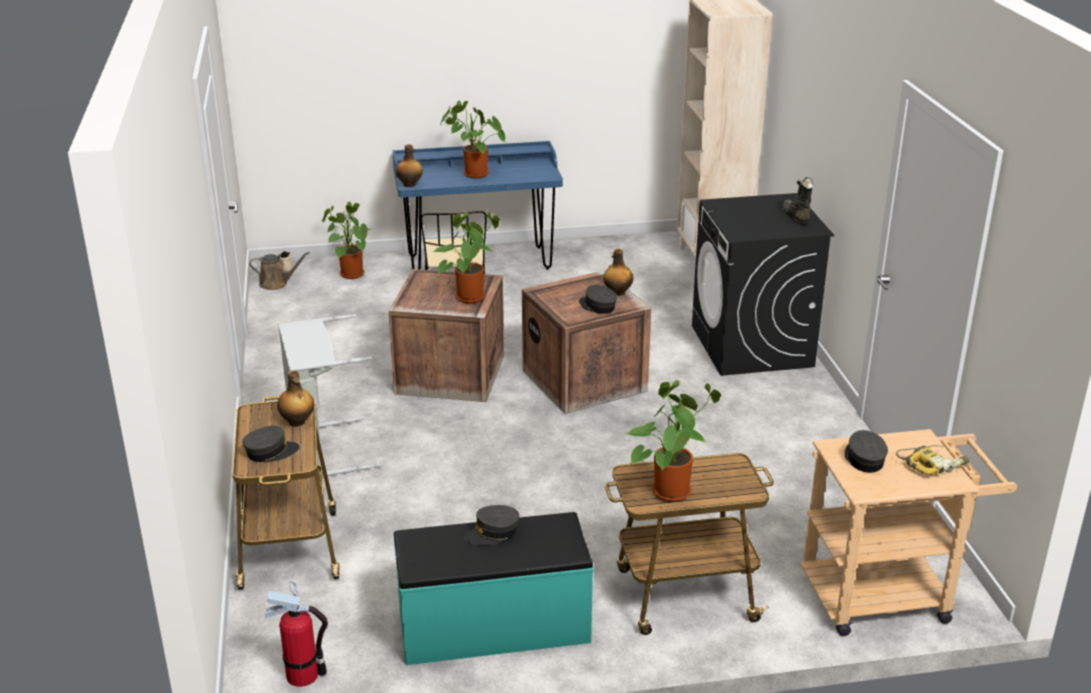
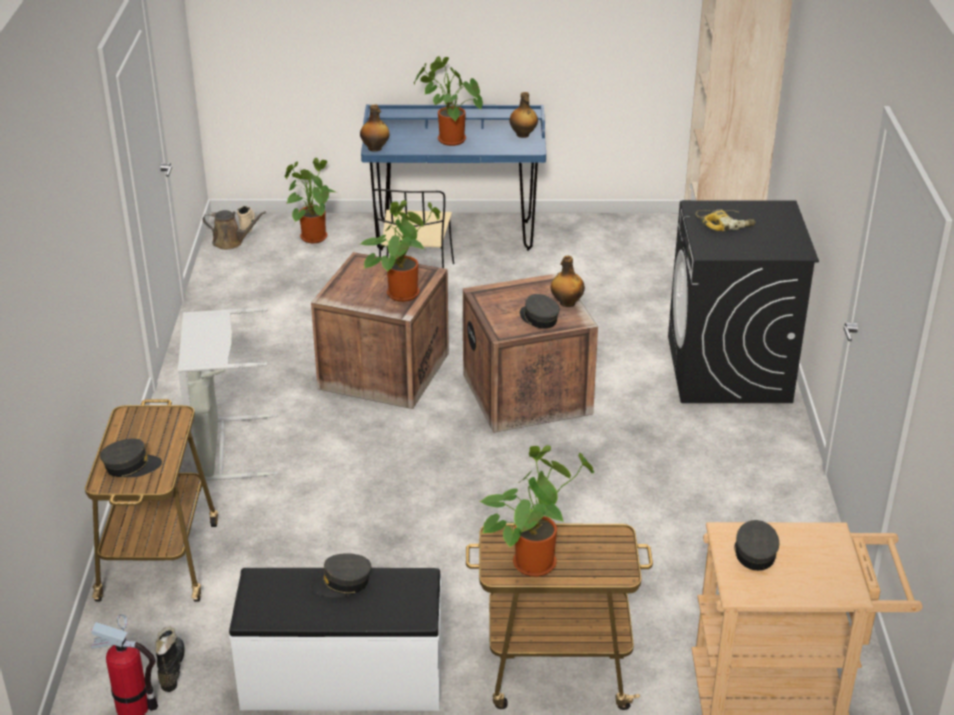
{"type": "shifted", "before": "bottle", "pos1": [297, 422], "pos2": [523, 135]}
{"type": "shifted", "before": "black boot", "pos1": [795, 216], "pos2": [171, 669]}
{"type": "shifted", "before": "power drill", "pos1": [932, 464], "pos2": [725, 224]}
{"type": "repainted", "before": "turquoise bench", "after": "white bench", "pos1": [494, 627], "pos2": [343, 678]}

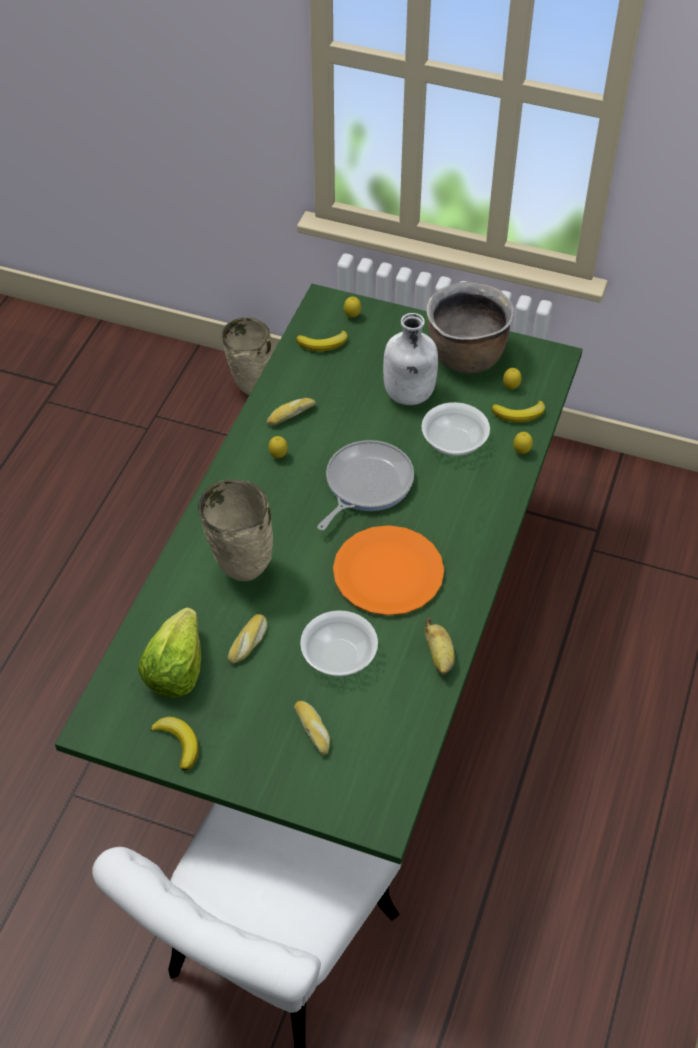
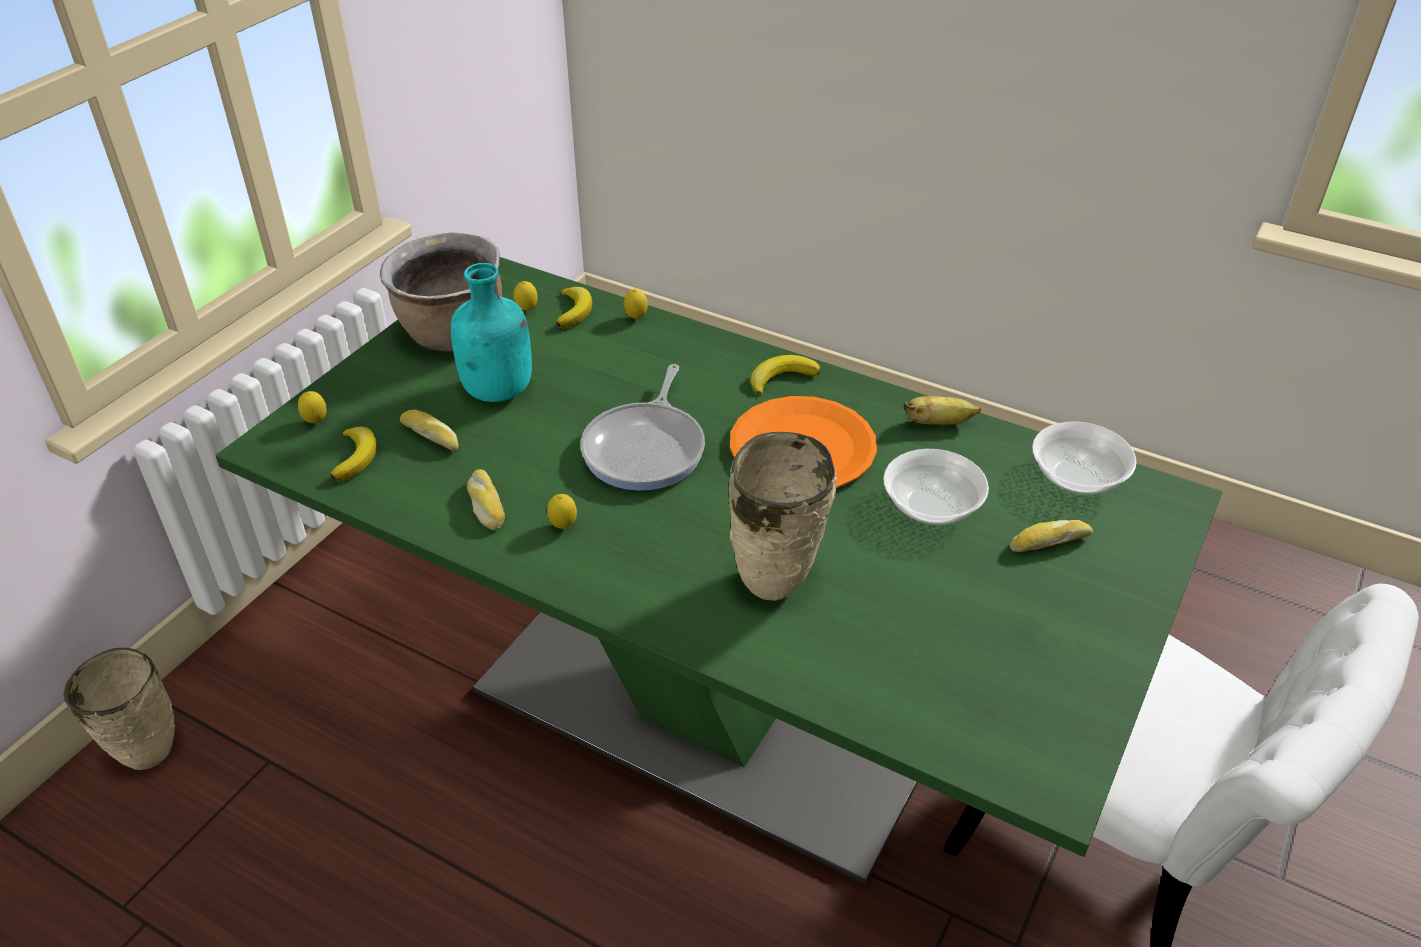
{"type": "gone", "before": "lettuce", "pos1": [176, 669]}
{"type": "shifted", "before": "banana", "pos1": [178, 743], "pos2": [781, 378]}
{"type": "shifted", "before": "bread", "pos1": [249, 643], "pos2": [432, 436]}
{"type": "shifted", "before": "bowl", "pos1": [454, 441], "pos2": [1077, 476]}
{"type": "repainted", "before": "white bottle", "after": "turquoise bottle", "pos1": [408, 395], "pos2": [499, 391]}
{"type": "rotated", "before": "frying pan", "pos1": [365, 484], "pos2": [646, 448], "turn": -120}

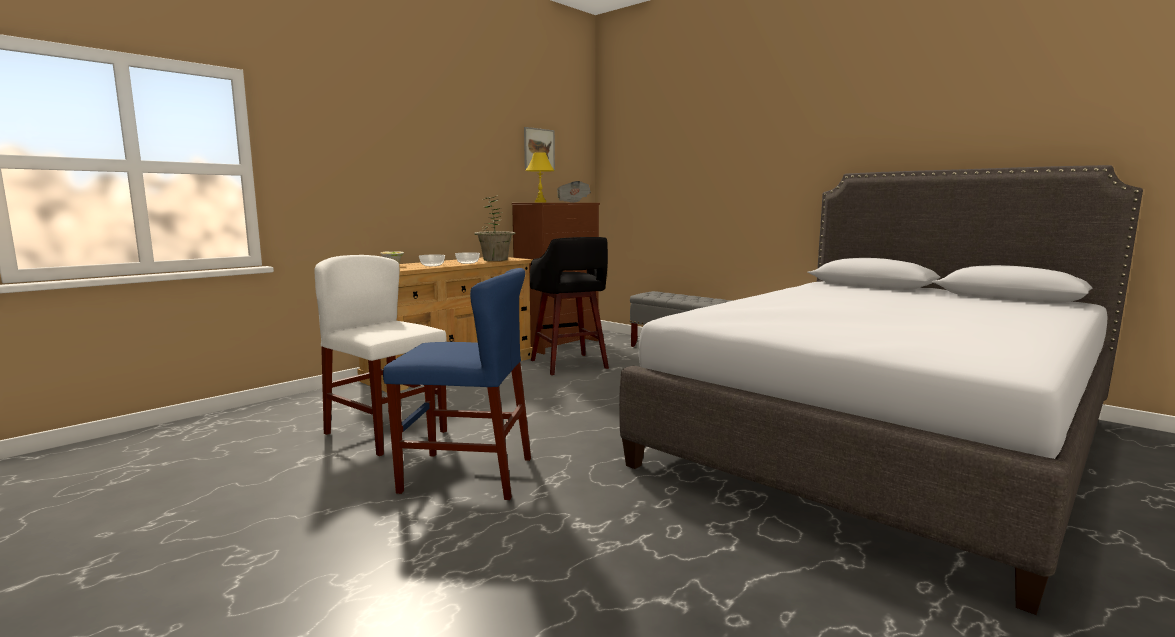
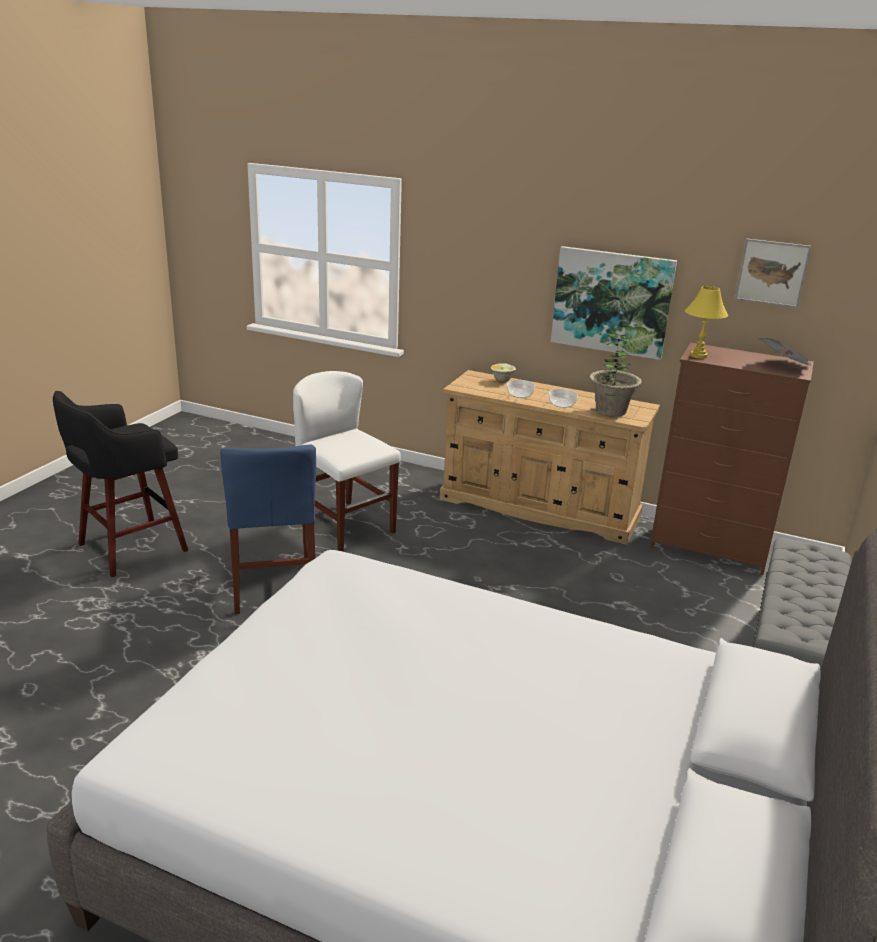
{"type": "new", "after": "picture", "pos2": [612, 302]}
{"type": "shifted", "before": "black stool", "pos1": [569, 365], "pos2": [129, 548]}
{"type": "rotated", "before": "white chair", "pos1": [386, 432], "pos2": [344, 527], "turn": -60}

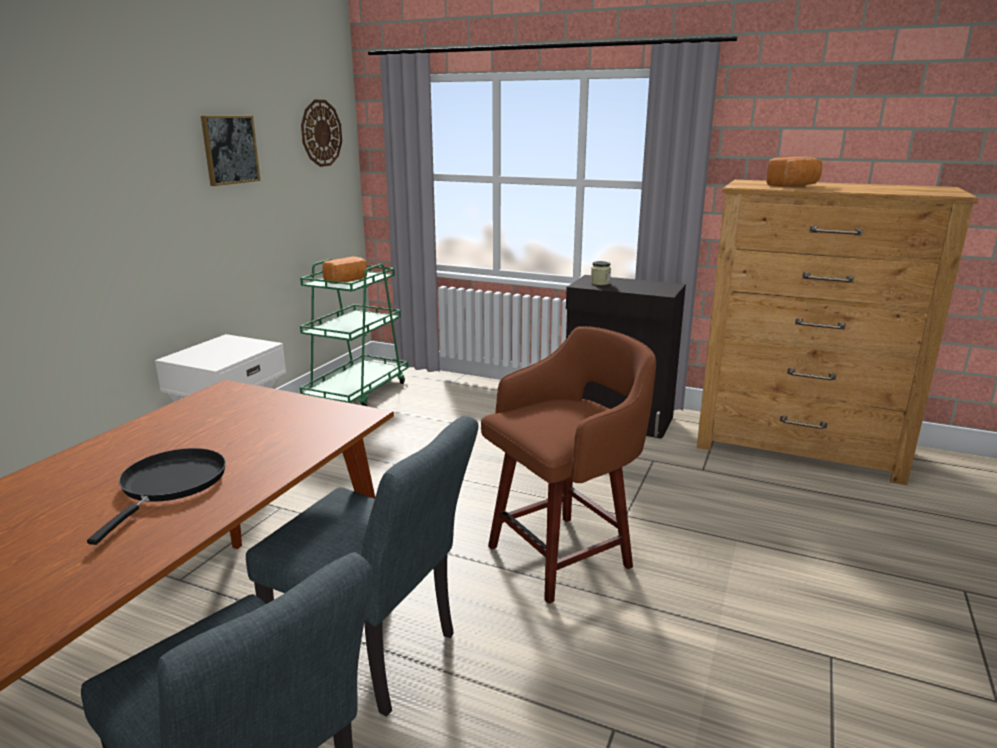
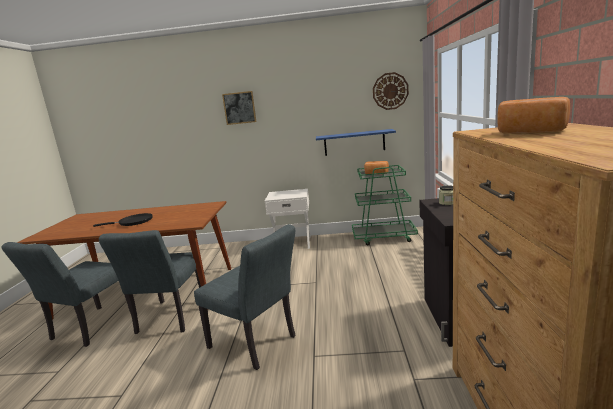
{"type": "new", "after": "blue shelf", "pos2": [354, 142]}
{"type": "shifted", "before": "picture", "pos1": [230, 149], "pos2": [239, 108]}
{"type": "swapped", "before": "brown stool", "after": "grey chair", "pos1": [563, 555], "pos2": [257, 344]}

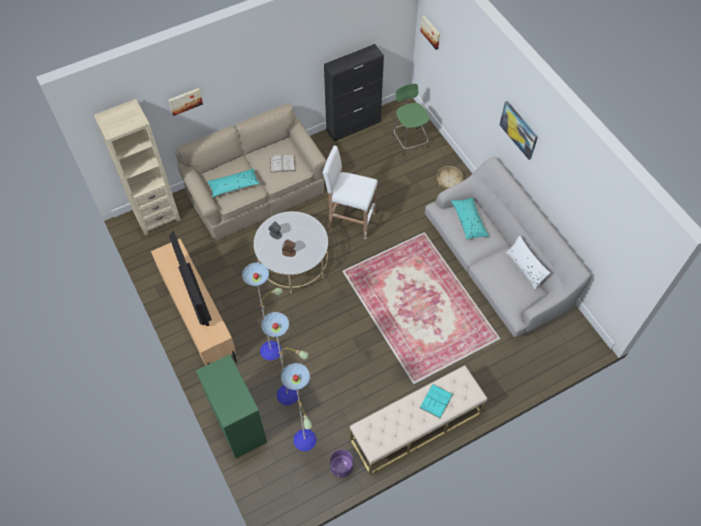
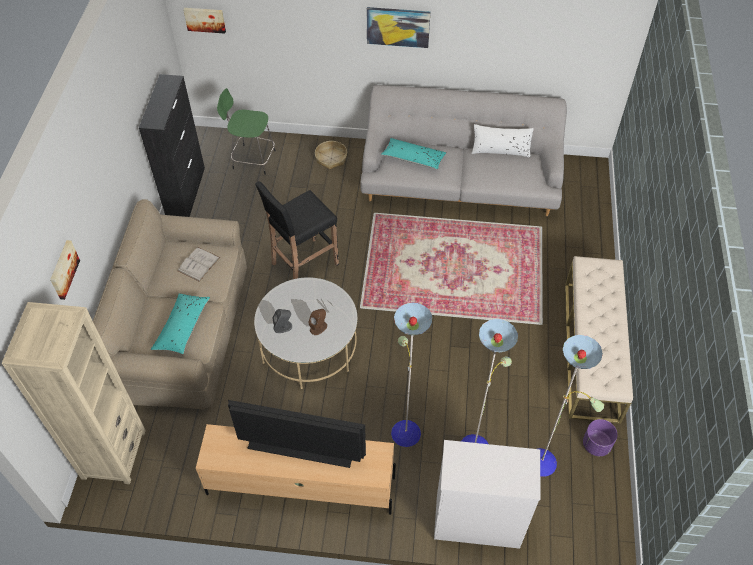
{"type": "gone", "before": "turquoise book", "pos1": [436, 401]}
{"type": "repainted", "before": "green dresser", "after": "white dresser", "pos1": [238, 423], "pos2": [476, 520]}
{"type": "repainted", "before": "white stool", "after": "black stool", "pos1": [350, 220], "pos2": [303, 264]}

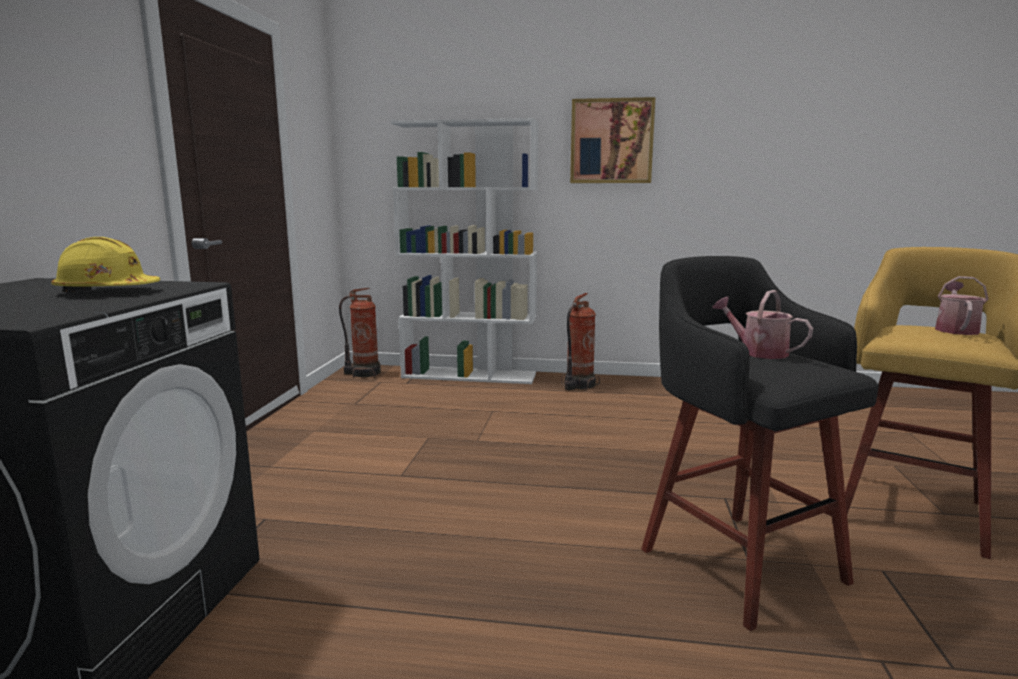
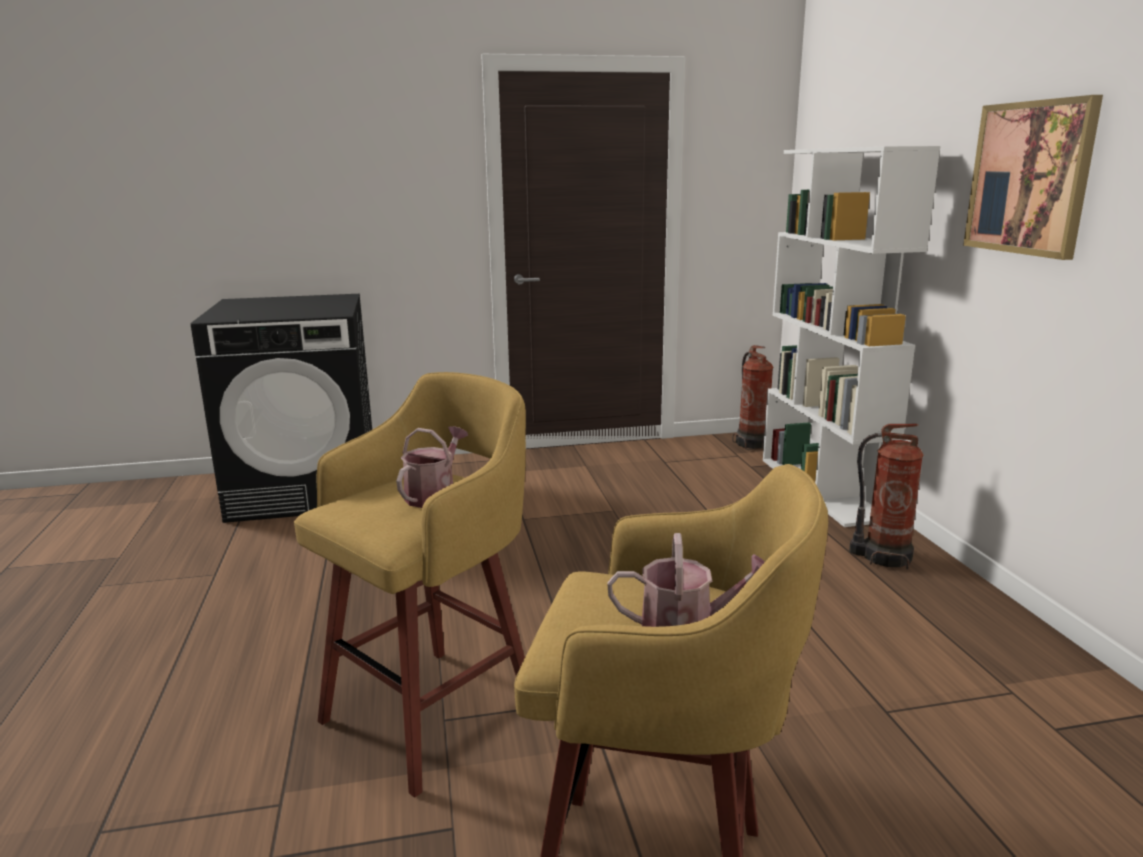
{"type": "gone", "before": "yellow hard hat", "pos1": [107, 291]}
{"type": "repainted", "before": "black stool", "after": "yellow stool", "pos1": [737, 562], "pos2": [435, 712]}

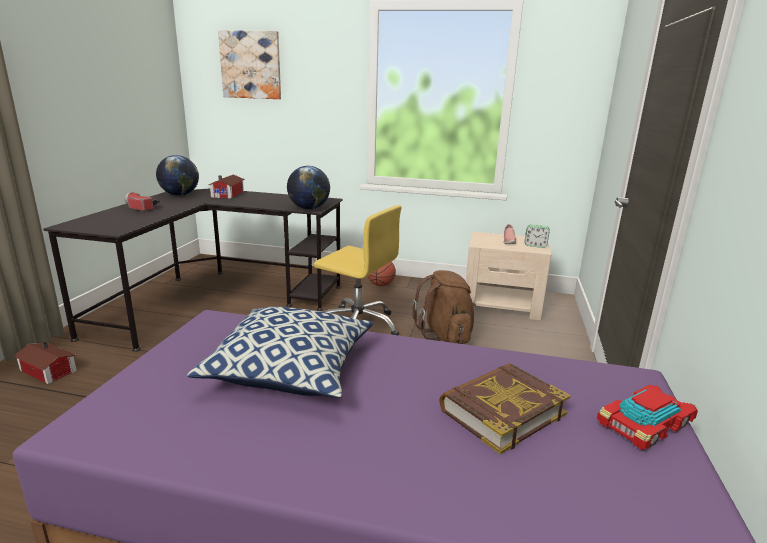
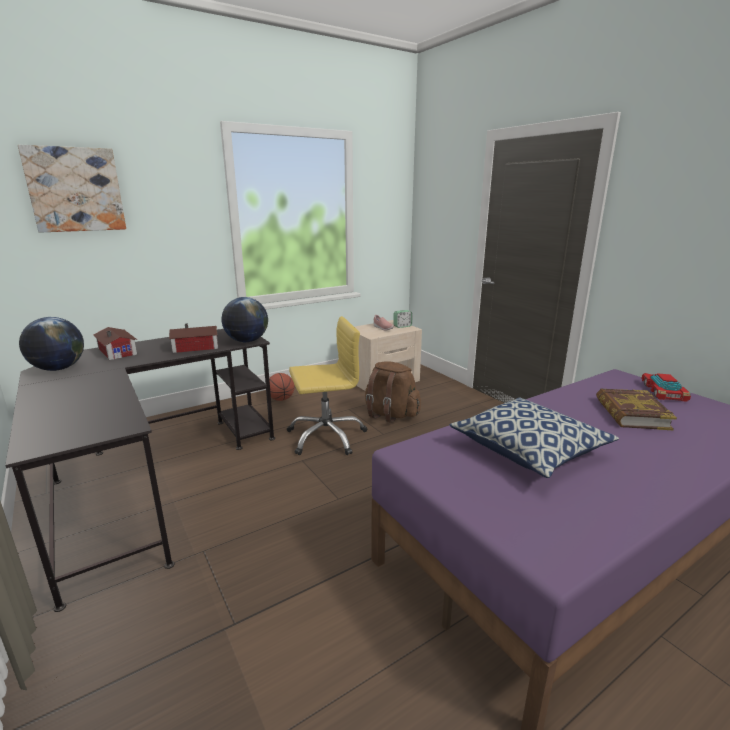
{"type": "gone", "before": "flashlight", "pos1": [140, 207]}
{"type": "shifted", "before": "toy house", "pos1": [47, 371], "pos2": [197, 347]}

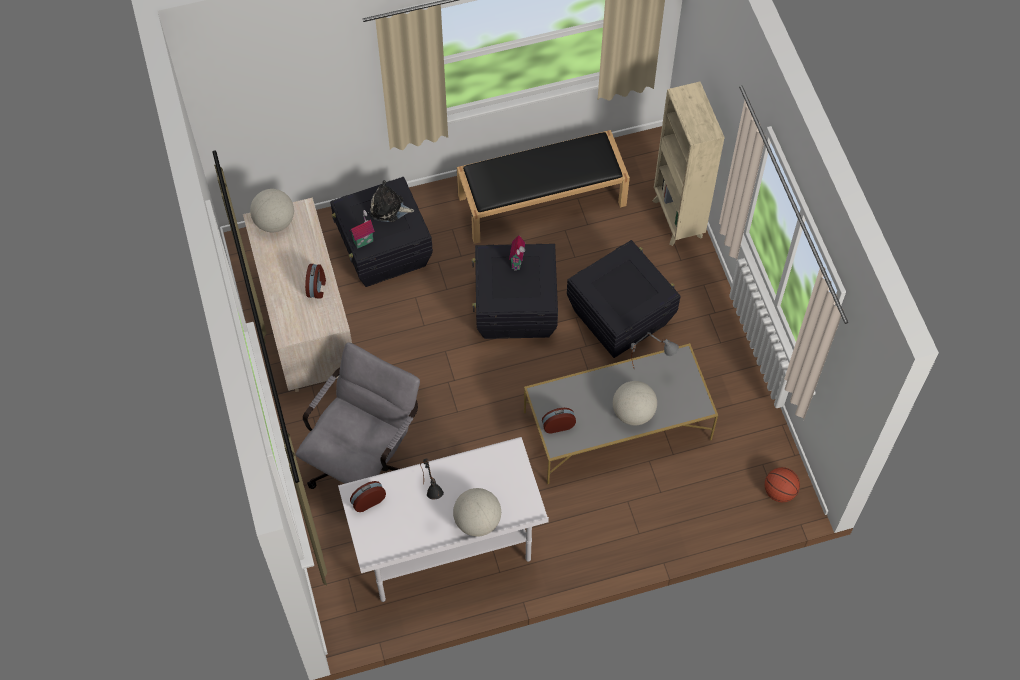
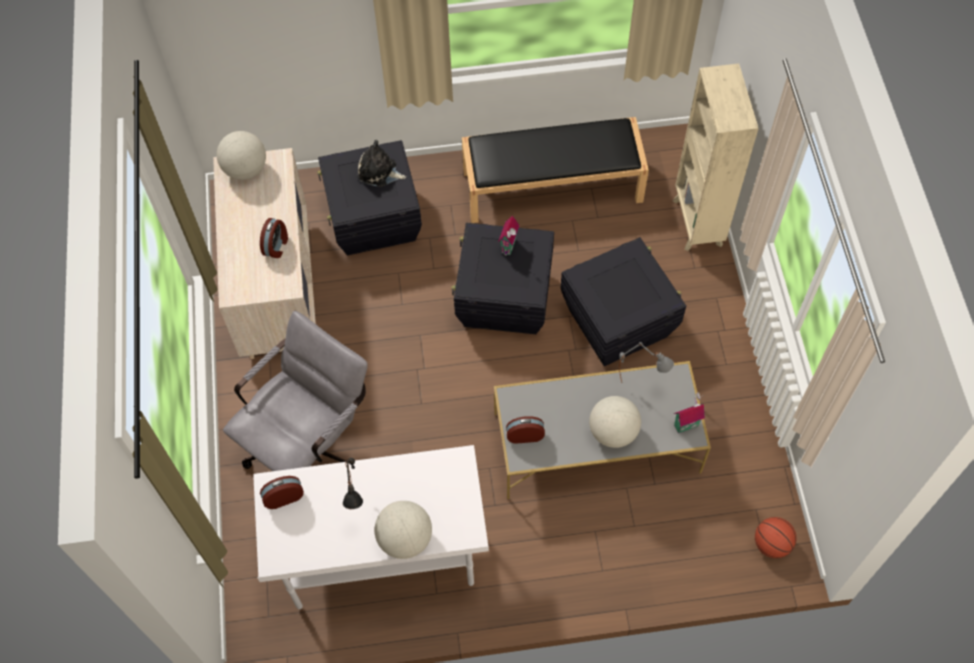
{"type": "shifted", "before": "toy house", "pos1": [363, 241], "pos2": [685, 424]}

